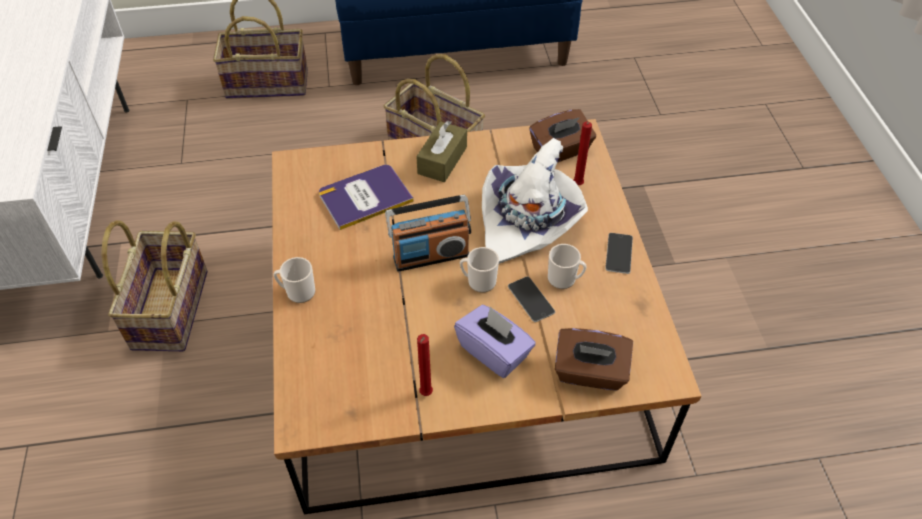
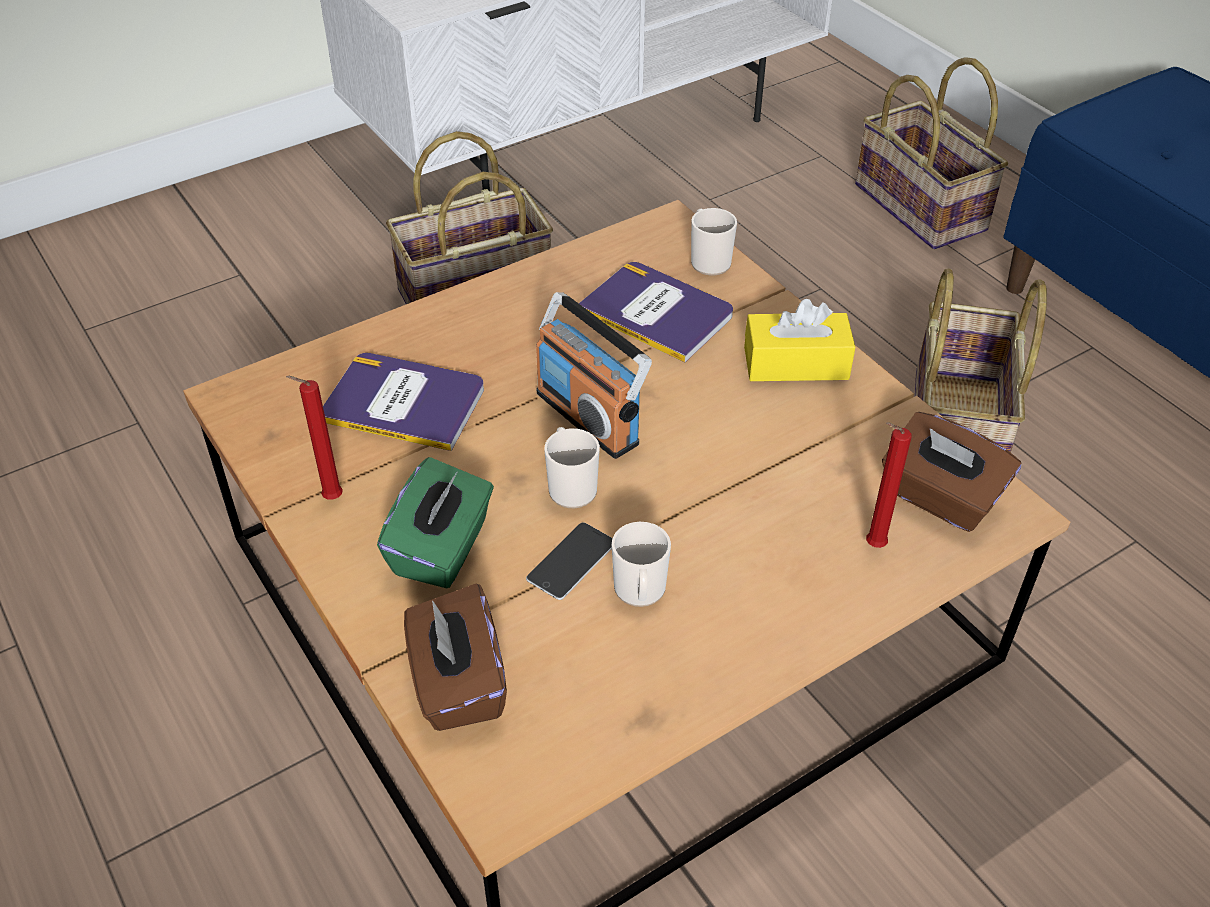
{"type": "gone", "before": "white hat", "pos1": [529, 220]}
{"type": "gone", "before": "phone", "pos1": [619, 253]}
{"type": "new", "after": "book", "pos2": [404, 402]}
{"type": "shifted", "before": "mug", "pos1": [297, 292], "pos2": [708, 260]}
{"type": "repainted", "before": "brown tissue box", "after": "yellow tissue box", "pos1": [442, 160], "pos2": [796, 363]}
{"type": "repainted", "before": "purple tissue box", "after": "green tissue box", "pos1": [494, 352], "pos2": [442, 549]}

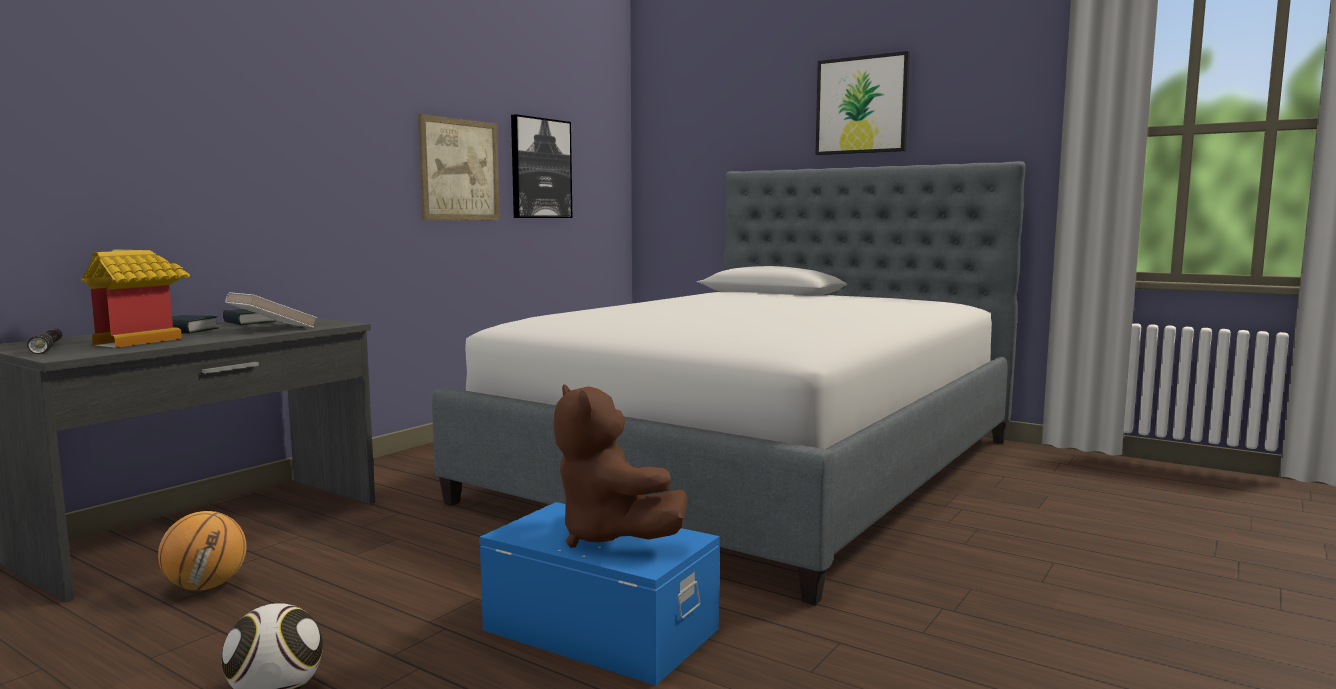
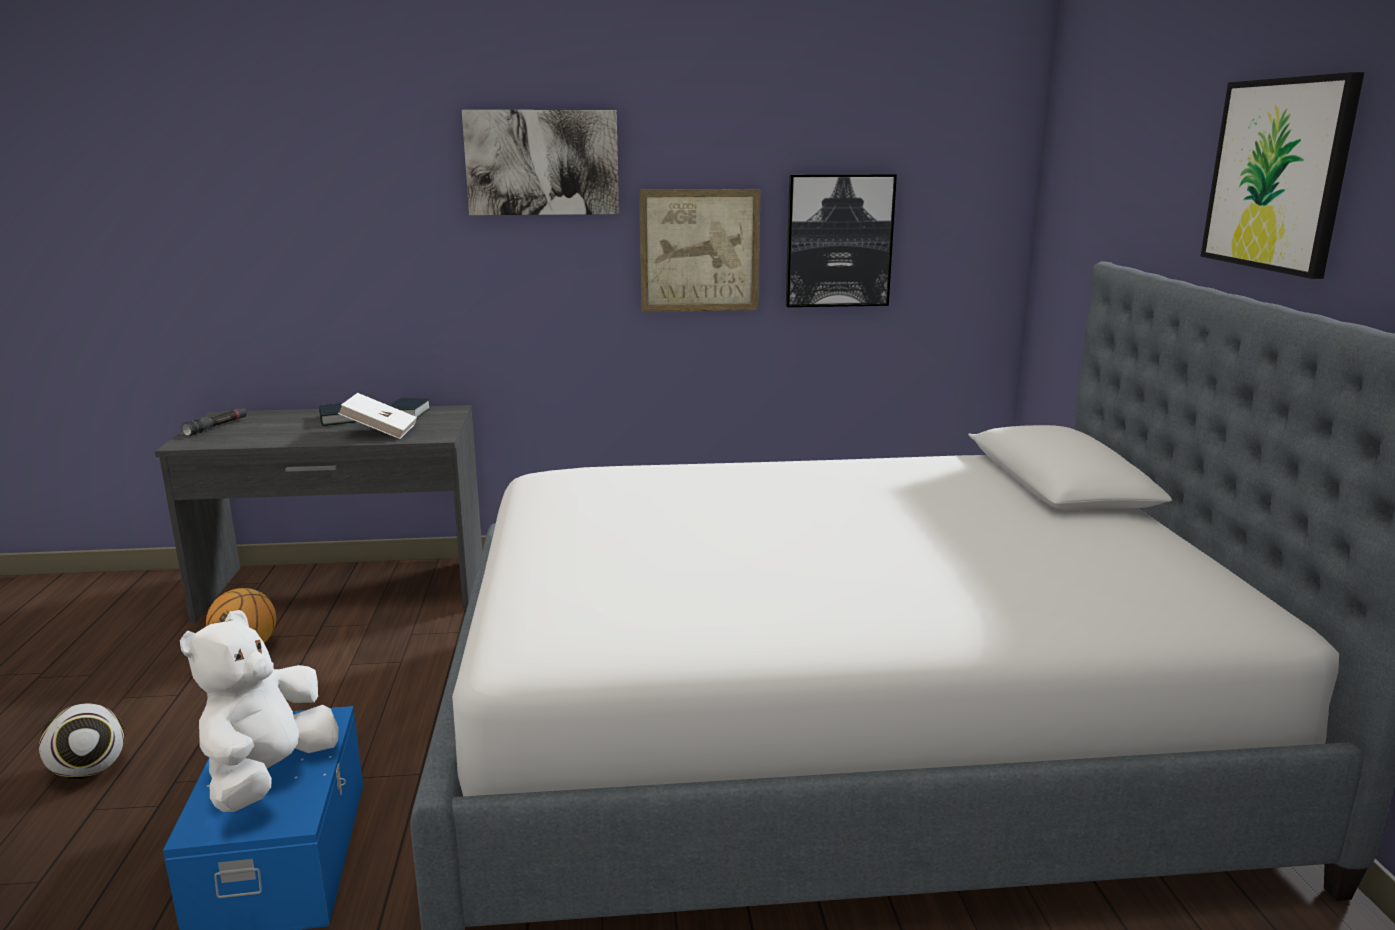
{"type": "gone", "before": "toy house", "pos1": [140, 340]}
{"type": "new", "after": "picture", "pos2": [542, 162]}
{"type": "repainted", "before": "brown plush toy", "after": "white plush toy", "pos1": [610, 536], "pos2": [269, 776]}

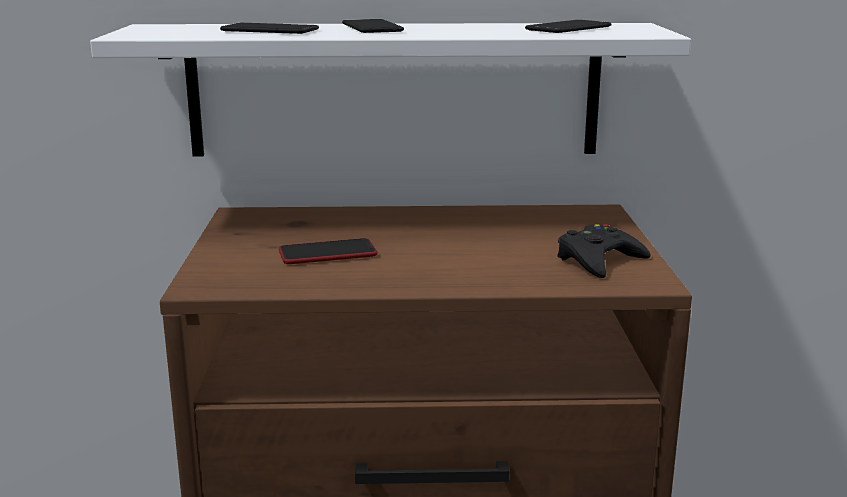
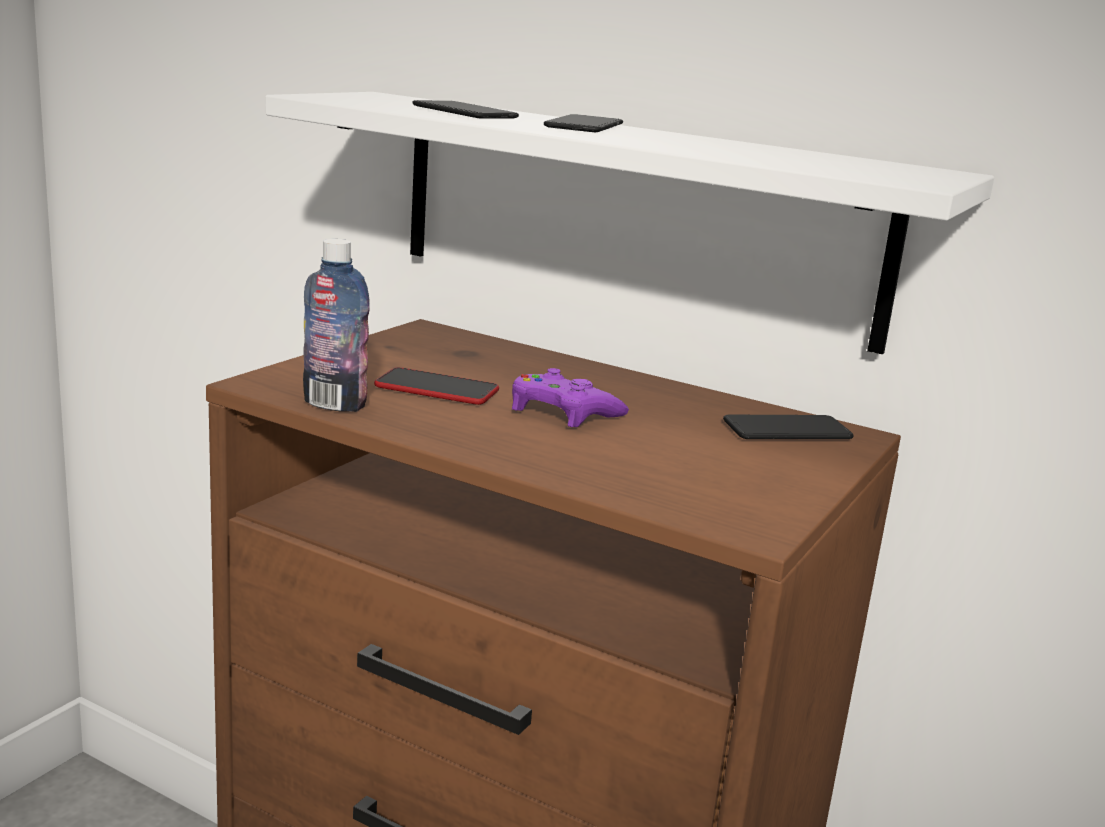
{"type": "gone", "before": "black game controller", "pos1": [599, 260]}
{"type": "new", "after": "bottle", "pos2": [334, 404]}
{"type": "new", "after": "purple game controller", "pos2": [563, 412]}
{"type": "shifted", "before": "phone", "pos1": [568, 28], "pos2": [787, 430]}

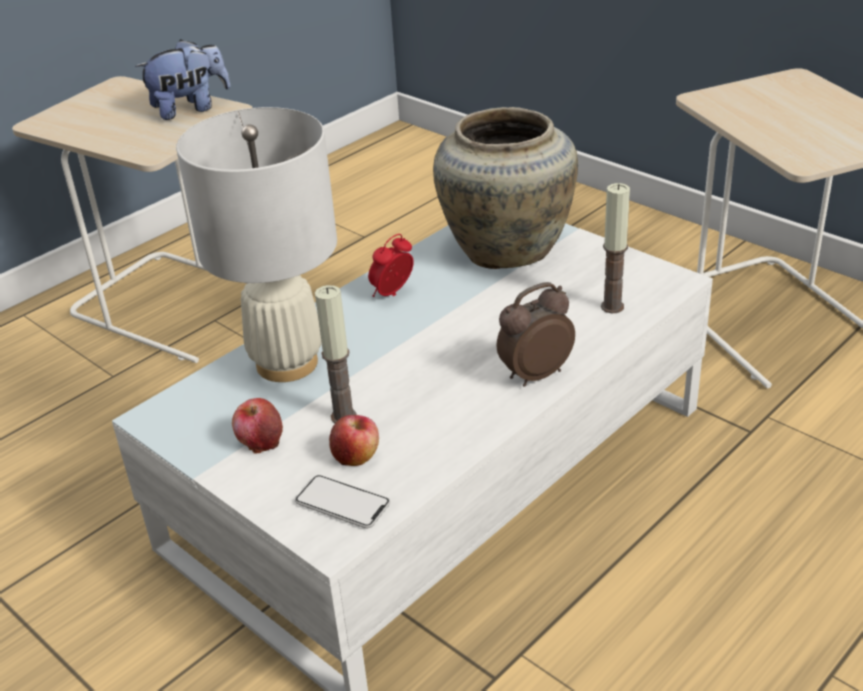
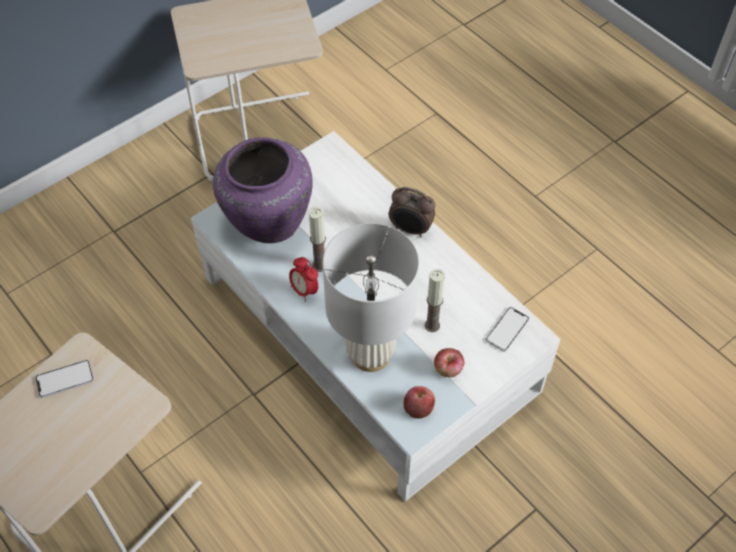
{"type": "shifted", "before": "apple", "pos1": [356, 456], "pos2": [418, 408]}
{"type": "shifted", "before": "candle", "pos1": [612, 306], "pos2": [319, 265]}
{"type": "swapped", "before": "plush toy", "after": "phone", "pos1": [190, 109], "pos2": [65, 379]}
{"type": "repainted", "before": "beige vase", "after": "purple vase", "pos1": [507, 248], "pos2": [267, 221]}
{"type": "rotated", "before": "alarm clock", "pos1": [534, 374], "pos2": [410, 229], "turn": -45}

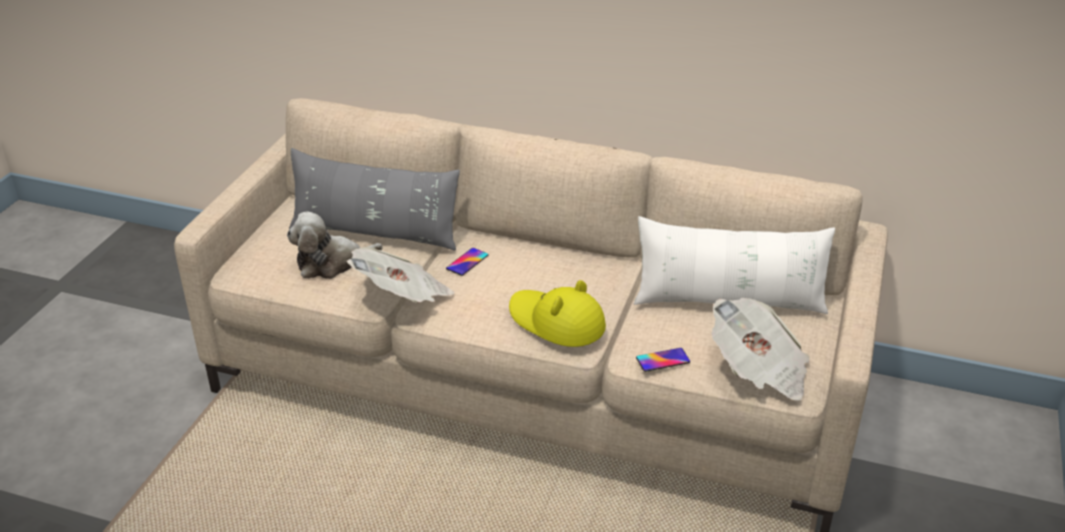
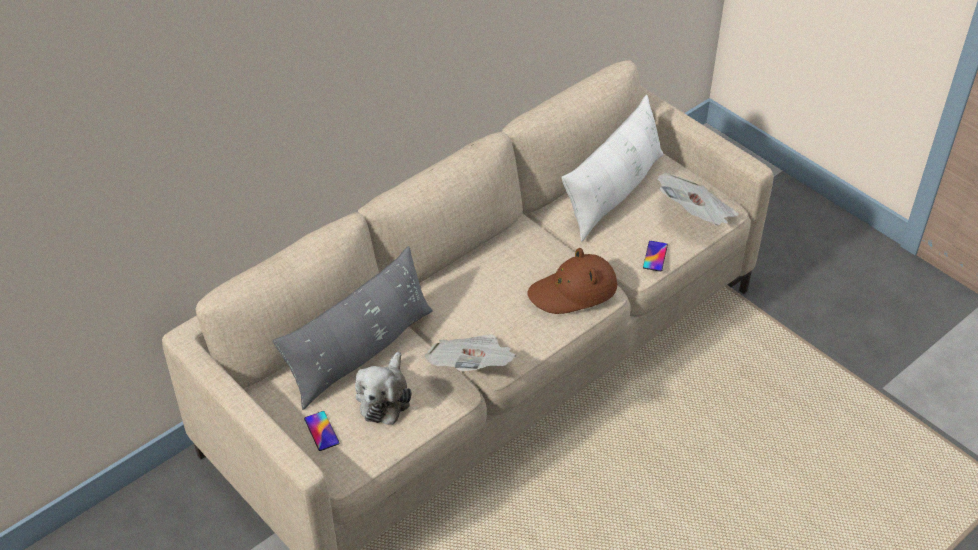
{"type": "shifted", "before": "phone", "pos1": [467, 262], "pos2": [321, 431]}
{"type": "repainted", "before": "yellow hat", "after": "brown hat", "pos1": [556, 322], "pos2": [573, 291]}

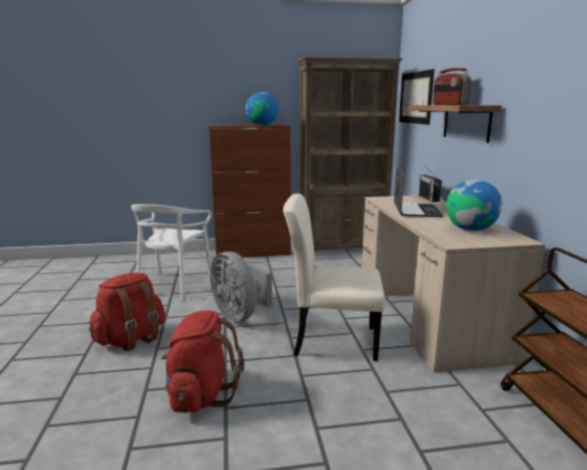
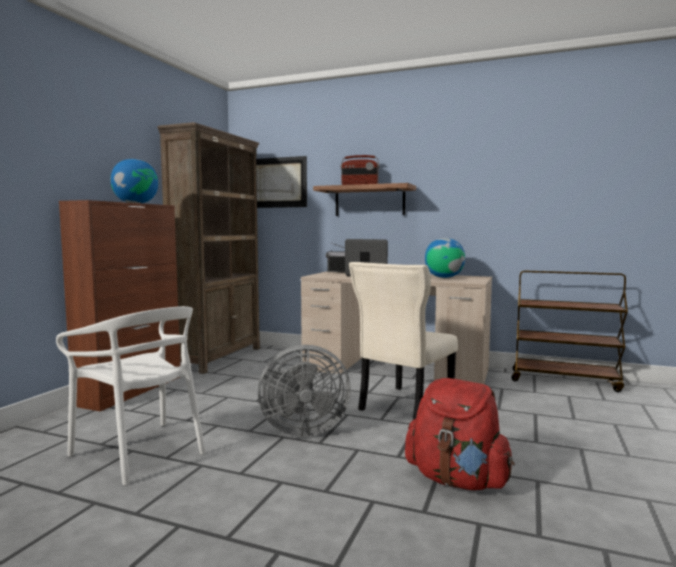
{"type": "gone", "before": "red backpack", "pos1": [131, 339]}

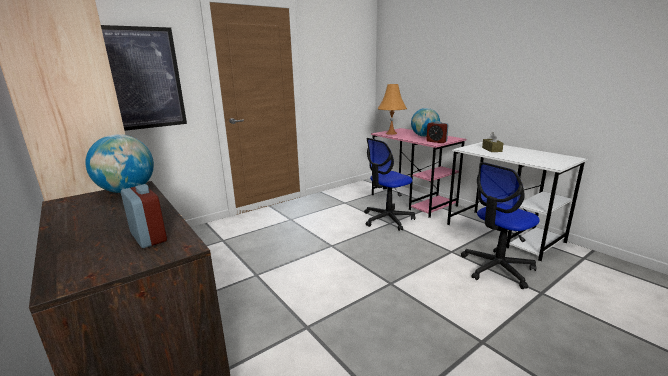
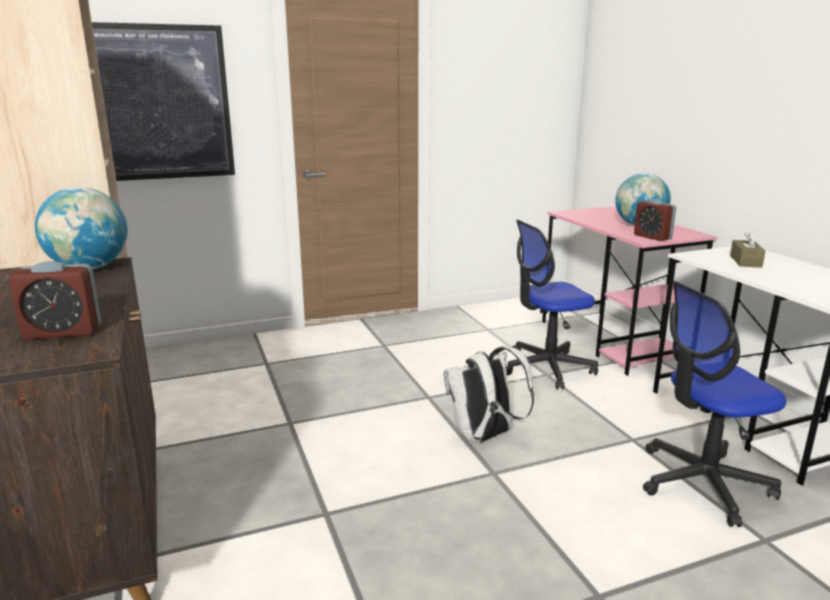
{"type": "gone", "before": "orange table lamp", "pos1": [391, 133]}
{"type": "new", "after": "white backpack", "pos2": [484, 437]}
{"type": "rotated", "before": "alarm clock", "pos1": [148, 237], "pos2": [63, 332], "turn": 105}

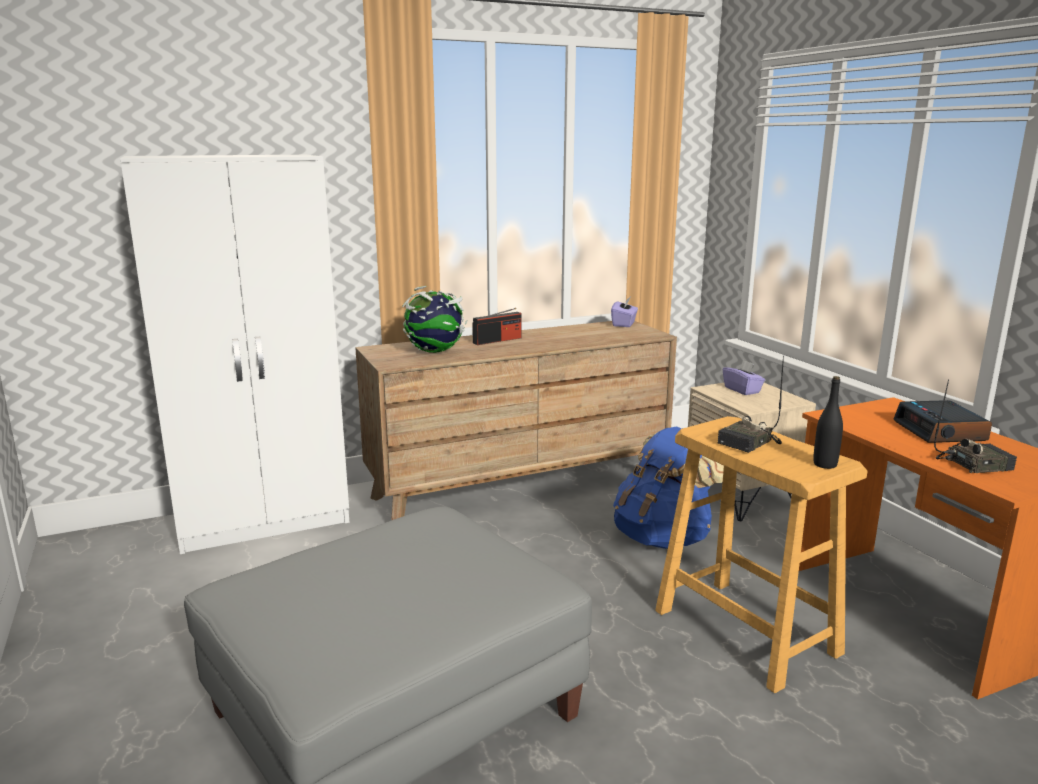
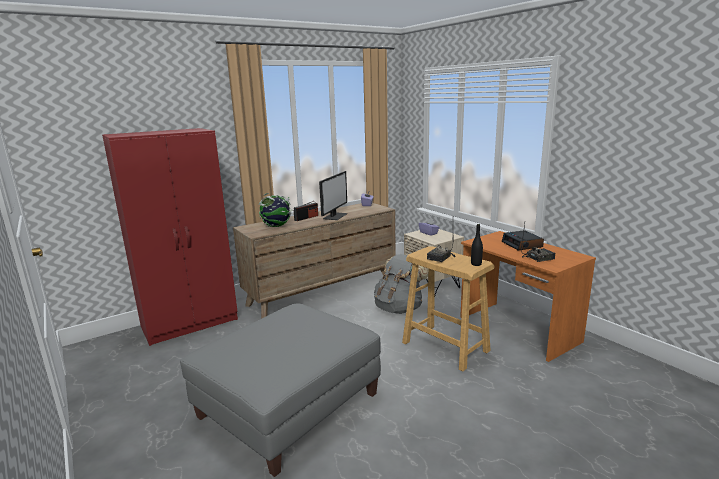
{"type": "new", "after": "monitor", "pos2": [334, 216]}
{"type": "repainted", "before": "white wardrobe", "after": "red wardrobe", "pos1": [265, 520], "pos2": [191, 323]}
{"type": "repainted", "before": "blue backpack", "after": "grey backpack", "pos1": [664, 537], "pos2": [399, 308]}

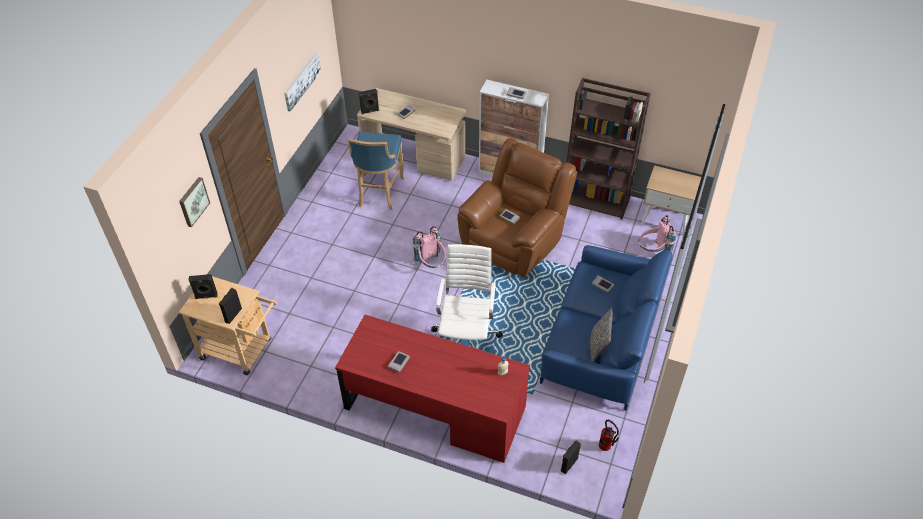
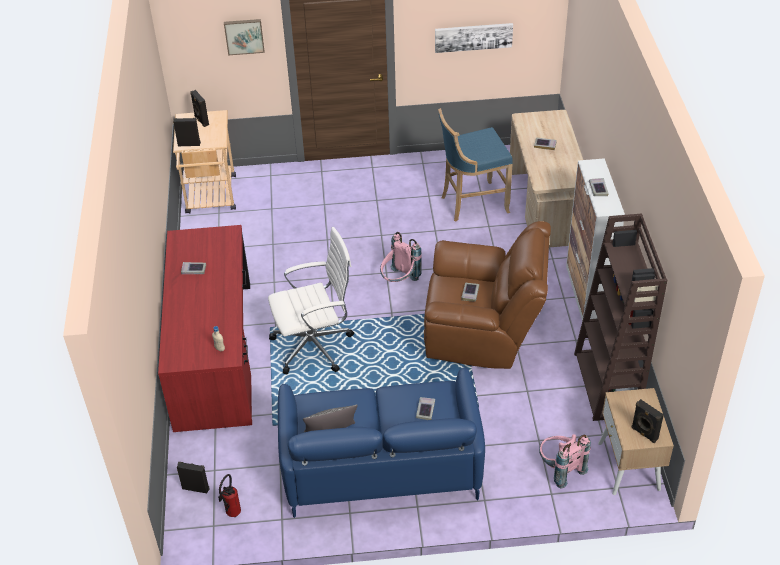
{"type": "shifted", "before": "black speaker", "pos1": [370, 111], "pos2": [644, 434]}

